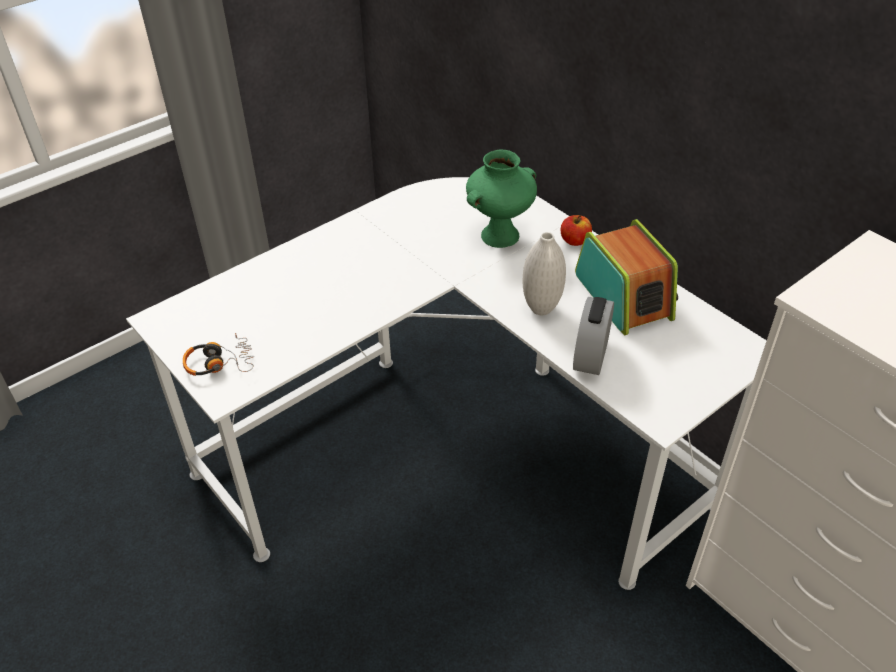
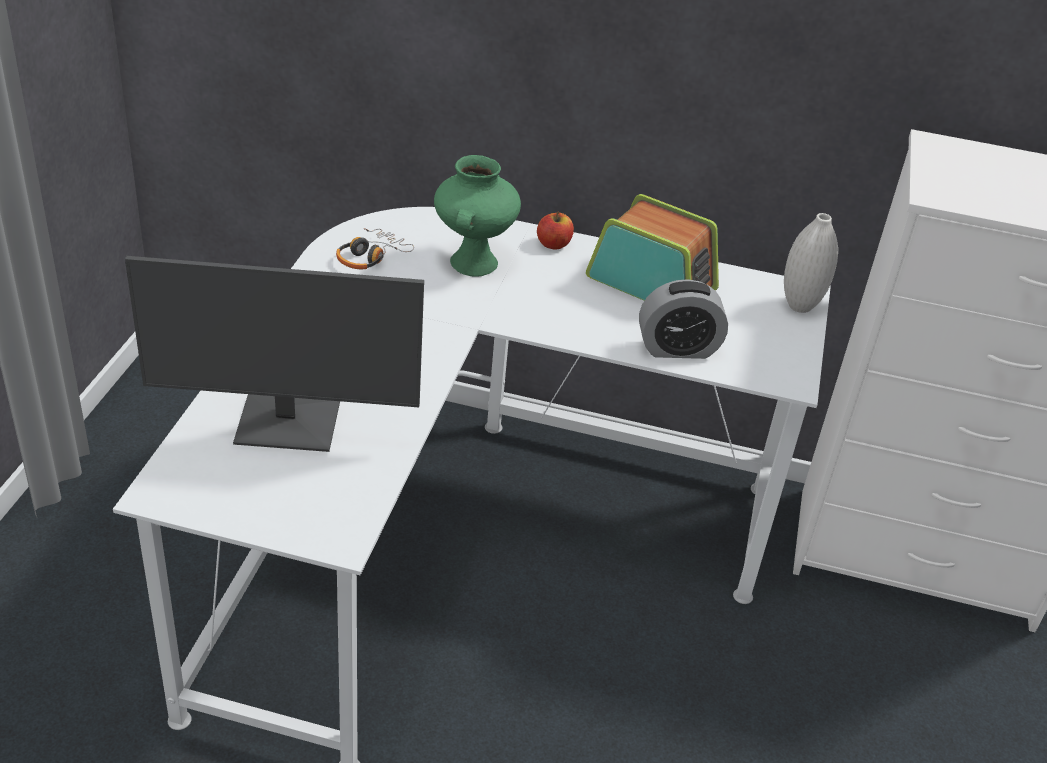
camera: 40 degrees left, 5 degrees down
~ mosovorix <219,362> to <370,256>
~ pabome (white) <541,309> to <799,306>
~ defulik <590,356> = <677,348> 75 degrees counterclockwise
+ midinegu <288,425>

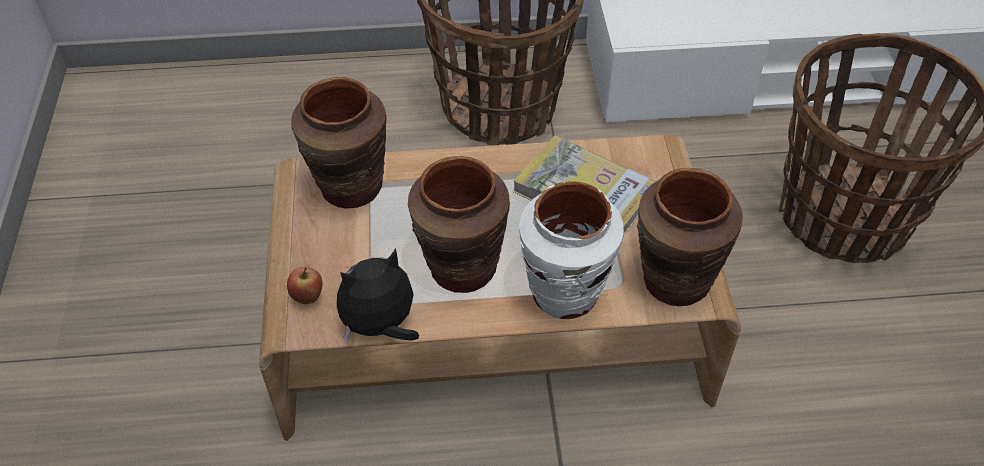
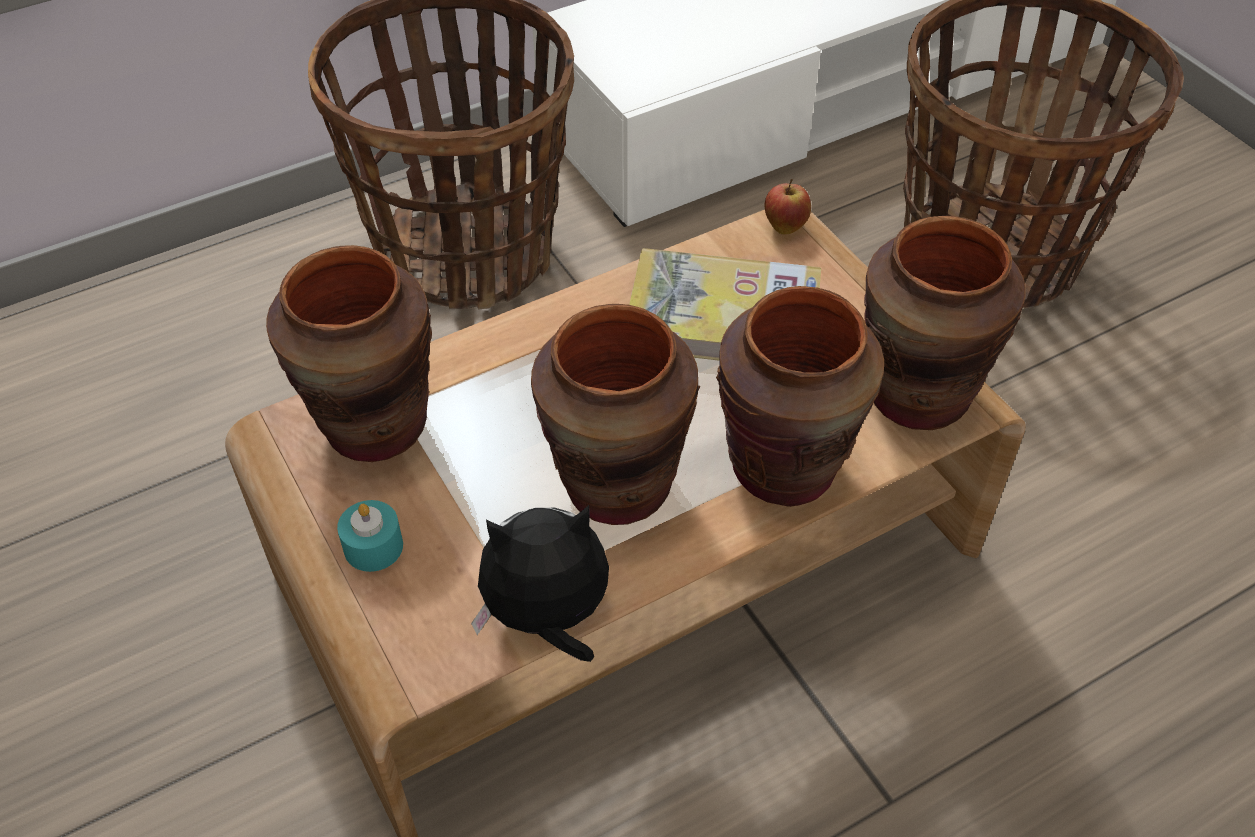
camera: 25 degrees left, 0 degrees up
~ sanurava <308,297> to <784,227>
~ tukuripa <380,326> = <547,618> 45 degrees clockwise
~ pabome (white) <564,294> to pabome (brown) <784,468>
+ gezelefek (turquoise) <373,547>

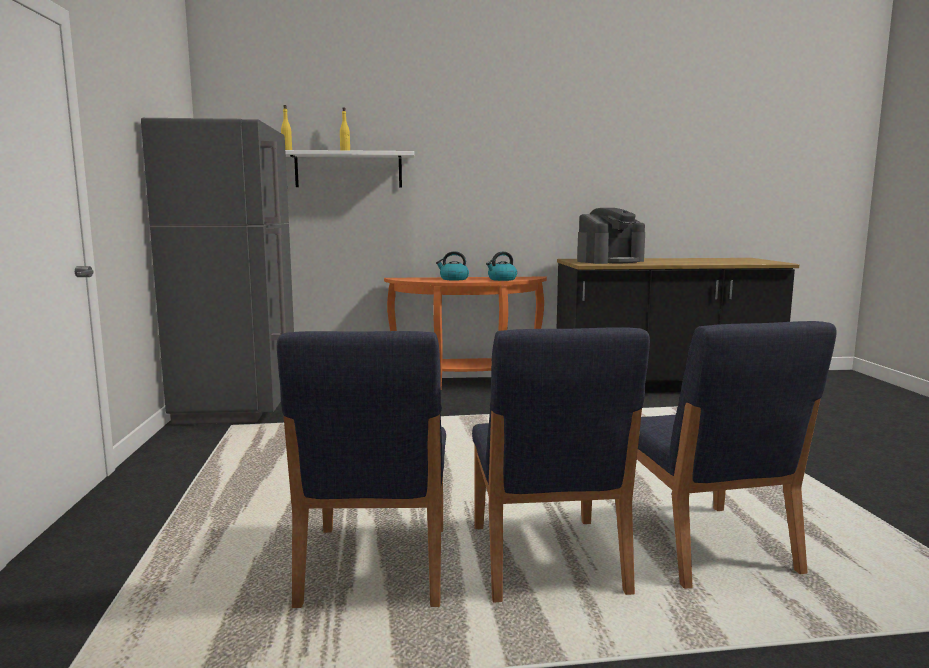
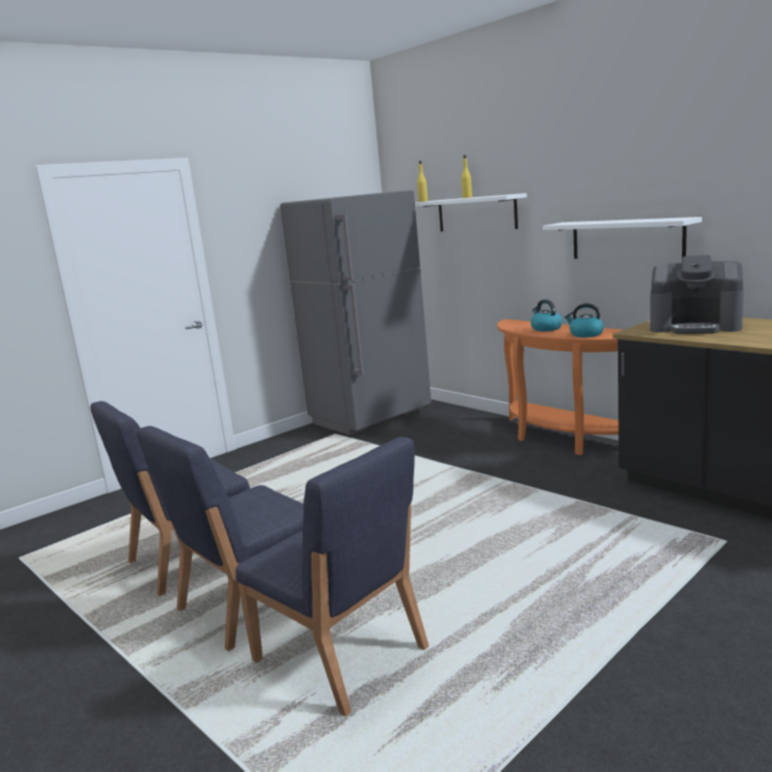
camera: 55 degrees right, 5 degrees up
~ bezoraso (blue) <704,546> = <341,656> 90 degrees counterclockwise
+ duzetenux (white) <626,239>

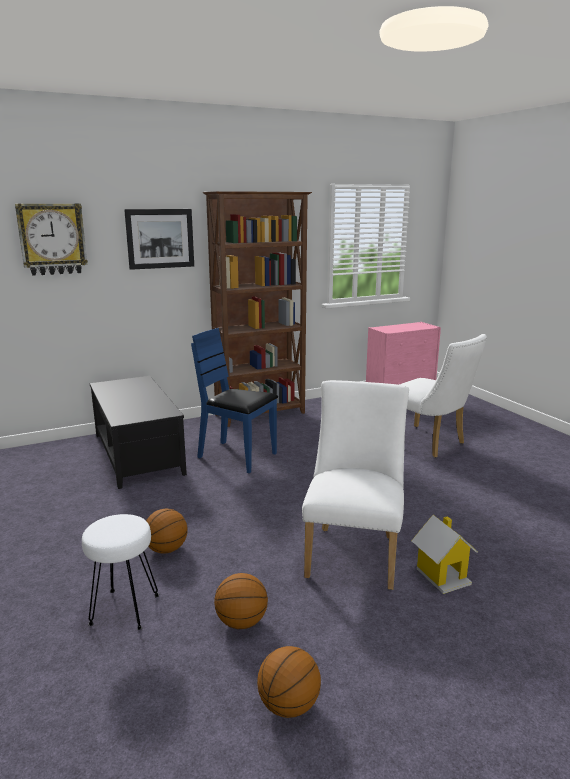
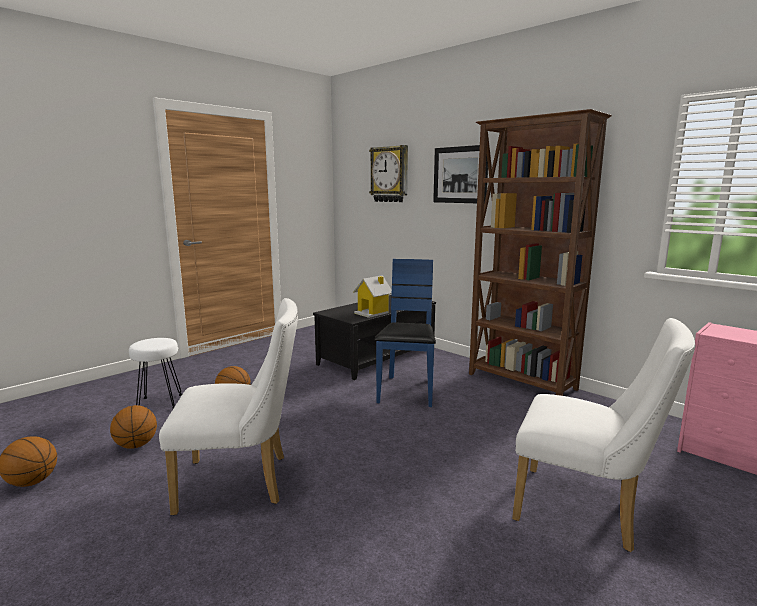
camera: 70 degrees right, 5 degrees down
~ bezoraso (white) <429,443> = <586,511> 90 degrees counterclockwise
~ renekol <442,575> to <373,313>

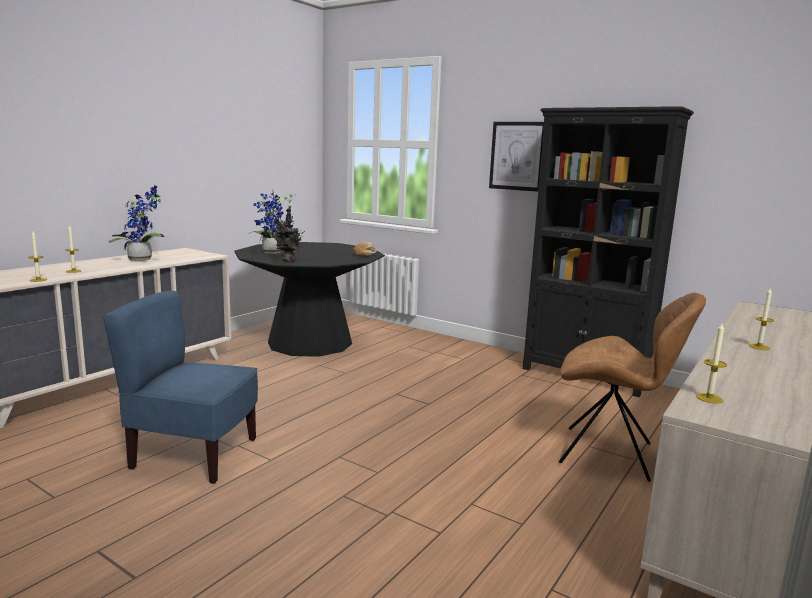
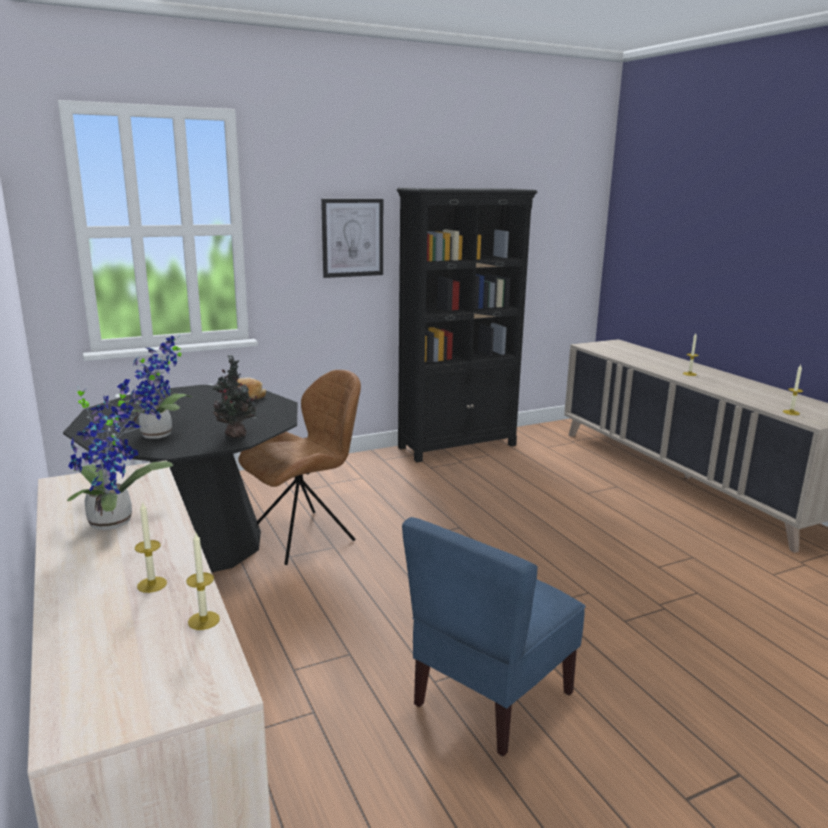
camera: 60 degrees left, 5 degrees up
~ bezoraso (brown) <611,454> to <305,536>

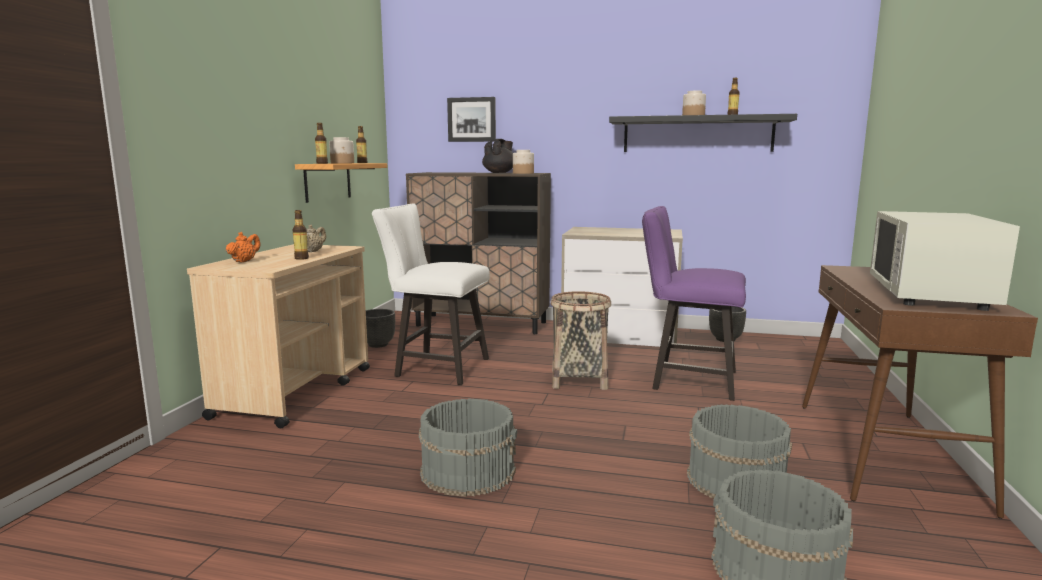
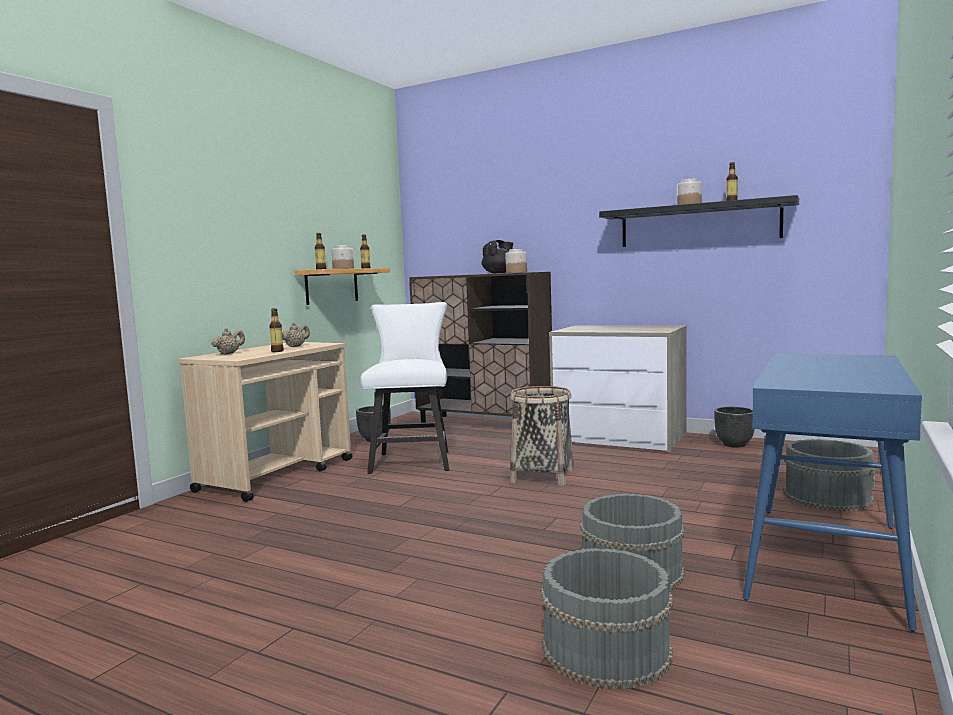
camera: 15 degrees right, 5 degrees down
~ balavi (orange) <244,261> to balavi (beige) <229,353>
~ bezoraso (white) <435,367> = <412,460> 60 degrees clockwise
~ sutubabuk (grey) <468,471> to <827,497>
- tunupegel <472,119>
- bezoraso (purple) <687,380>
~ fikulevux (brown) <885,453> to fikulevux (blue) <827,560>
- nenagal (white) <930,294>

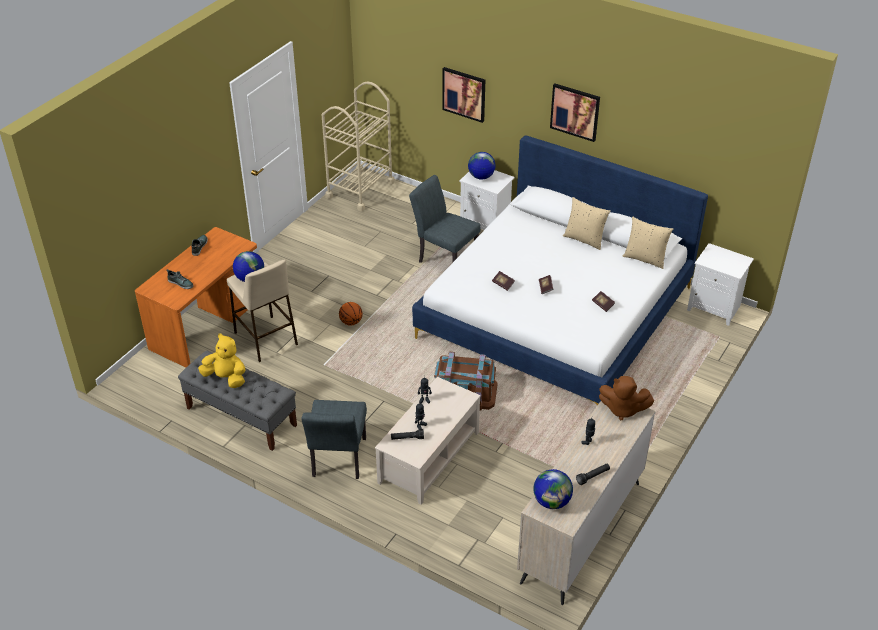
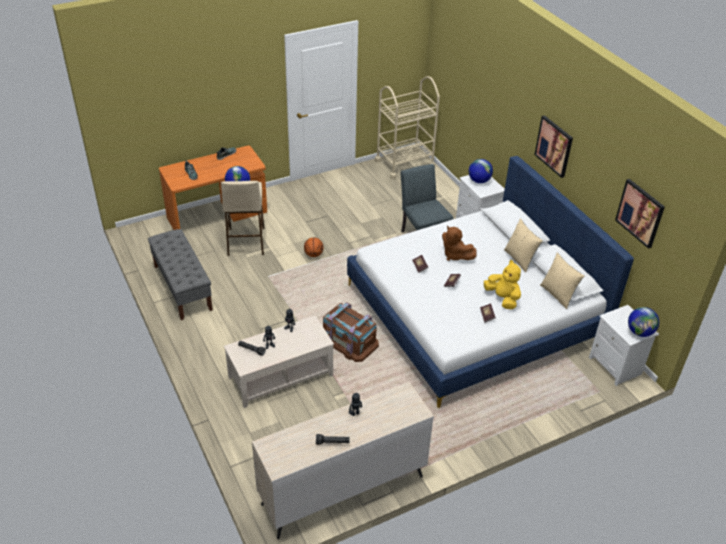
camera: 30 degrees right, 0 degrees up
~ tukuripa (yellow) <226,378> to <502,298>
- bezoraso (grey) <338,461>
~ tunupegel <464,94> to <640,213>
~ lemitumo <552,501> to <640,332>
~ tukuripa (brown) <622,409> to <455,255>

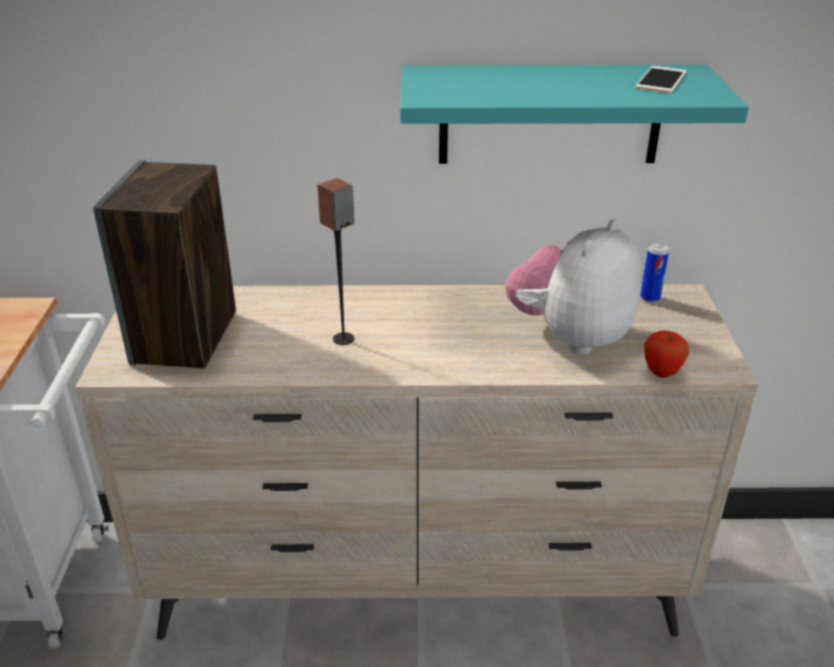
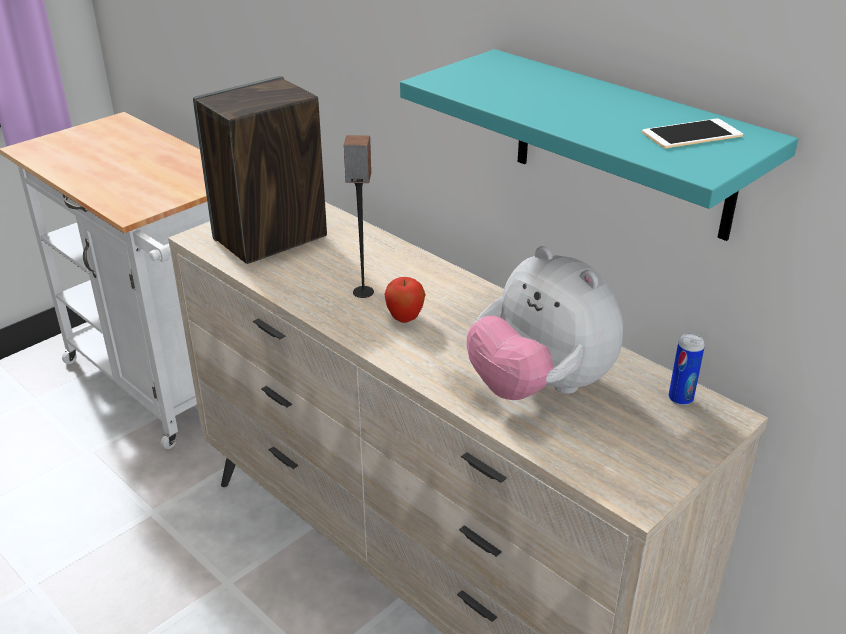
camera: 45 degrees right, 0 degrees up
~ tukuripa <570,336> = <540,387> 120 degrees counterclockwise
~ sanurava <661,373> to <405,318>

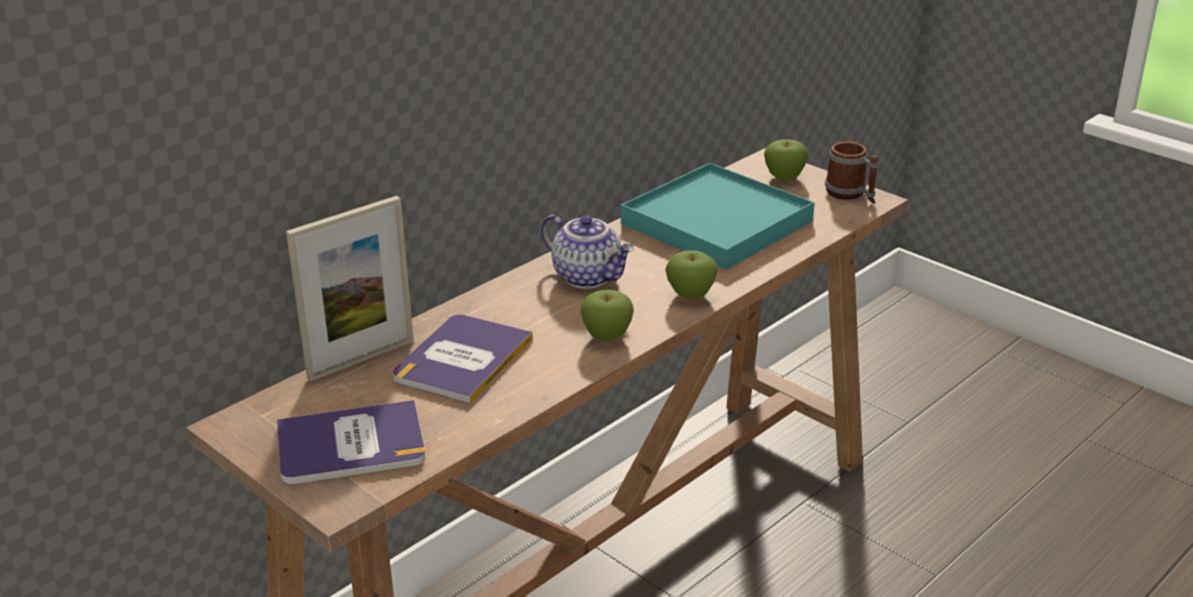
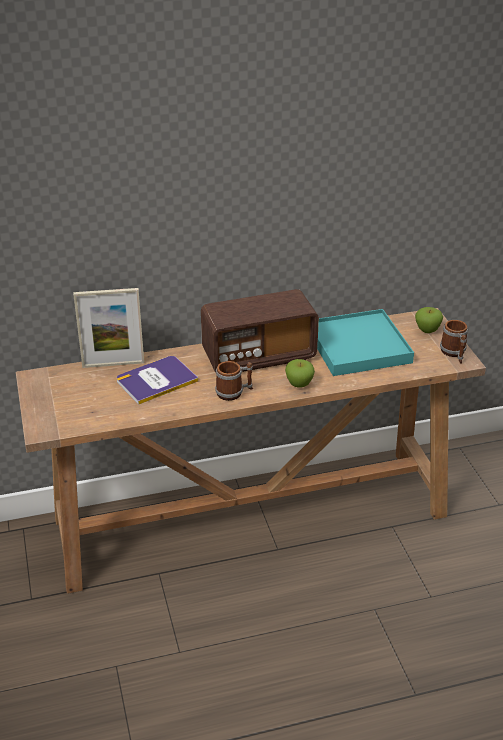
camera: 30 degrees right, 5 degrees up
- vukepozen <351,445>
~ balavi <589,277> to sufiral <259,356>
~ sanurava <607,336> to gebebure <234,392>

